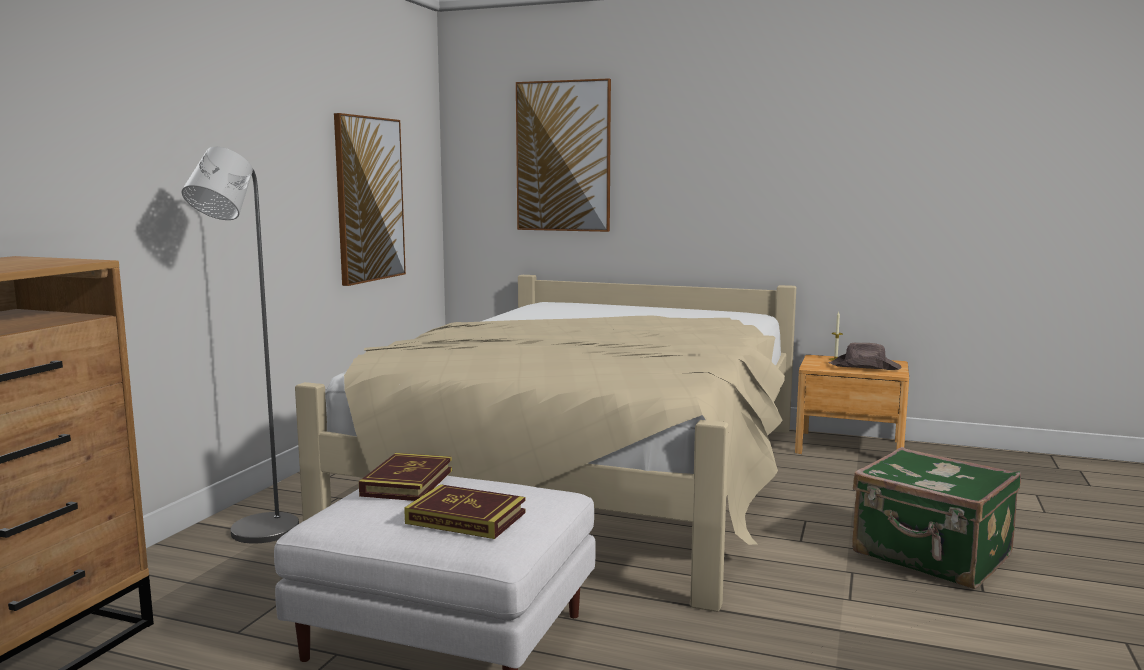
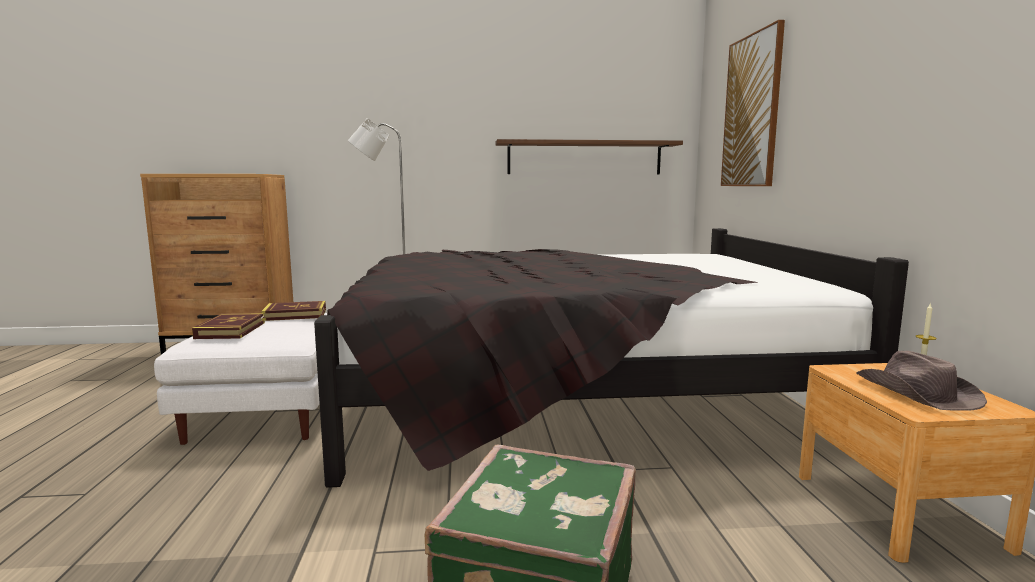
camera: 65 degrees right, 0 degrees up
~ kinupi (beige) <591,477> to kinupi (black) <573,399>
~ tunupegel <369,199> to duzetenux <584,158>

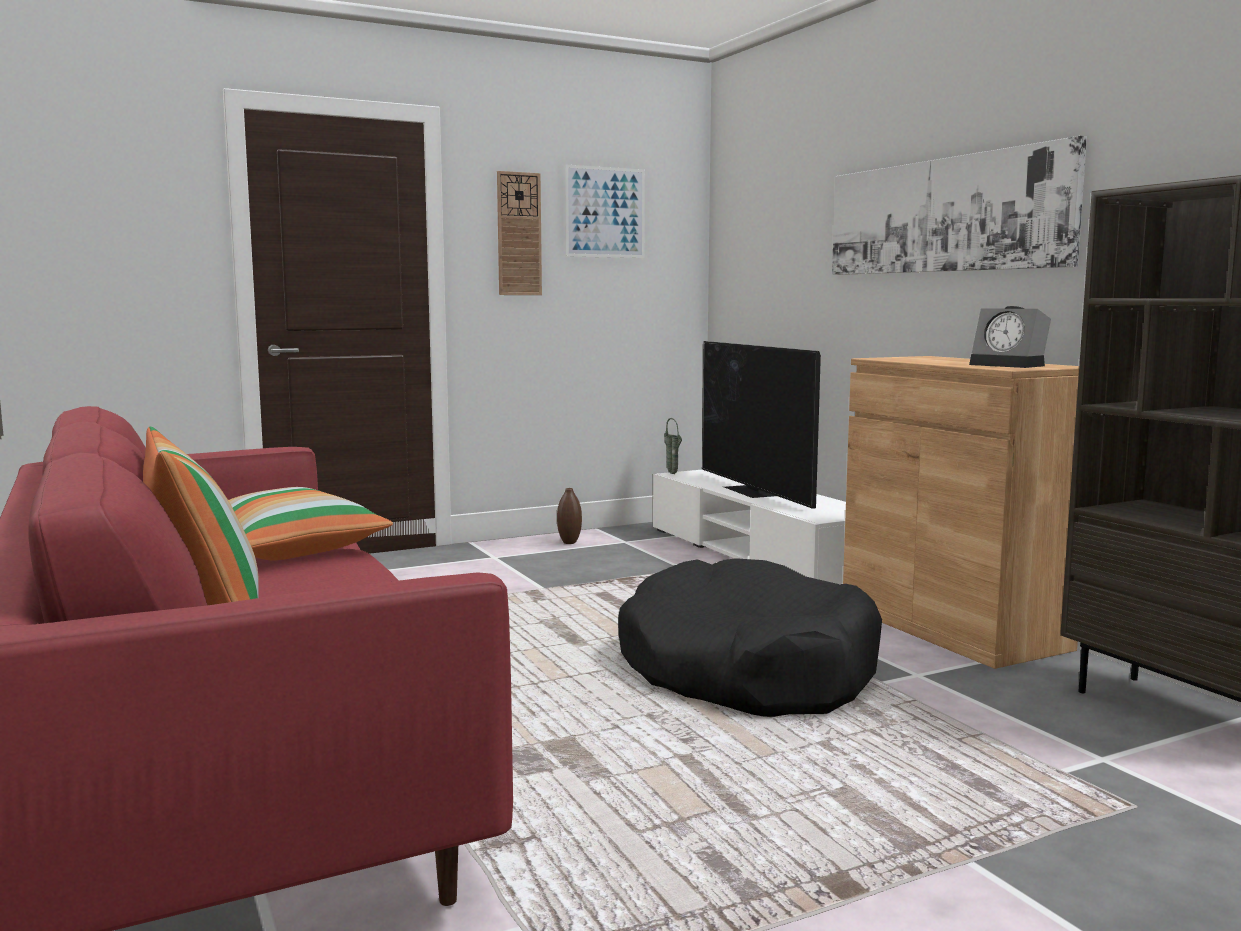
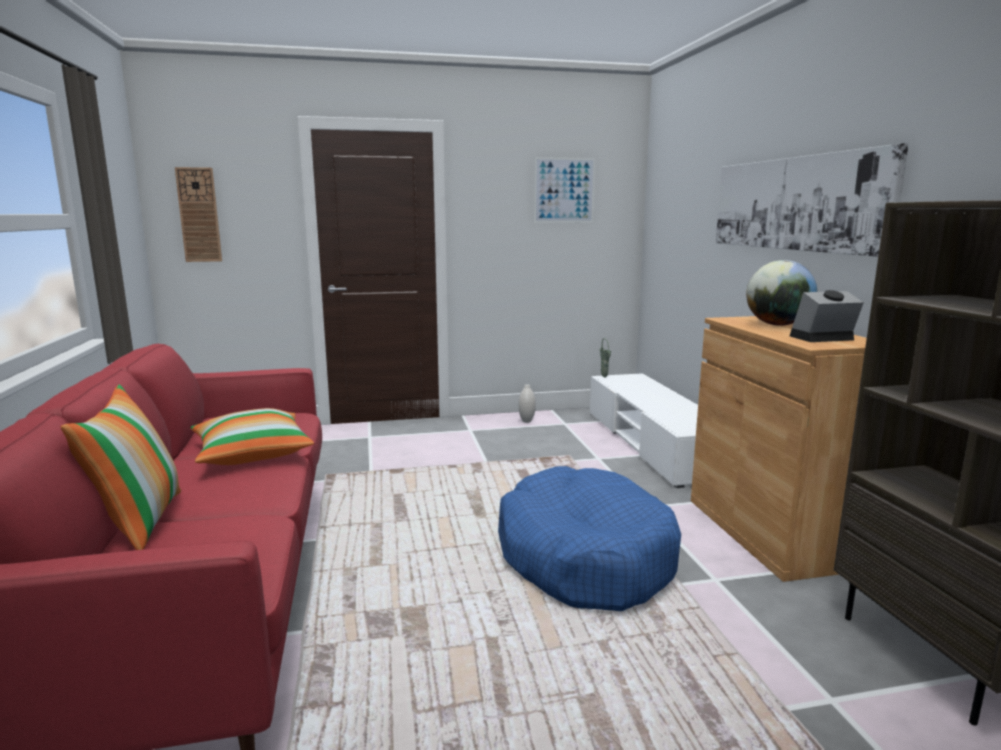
camera: 15 degrees right, 5 degrees up
~ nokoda <519,234> to <199,215>
~ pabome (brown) <569,542> to pabome (white) <526,421>
~ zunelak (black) <746,671> to zunelak (blue) <584,557>
- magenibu <753,491>
~ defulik <1010,365> = <821,338> 105 degrees clockwise
+ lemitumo <777,325>

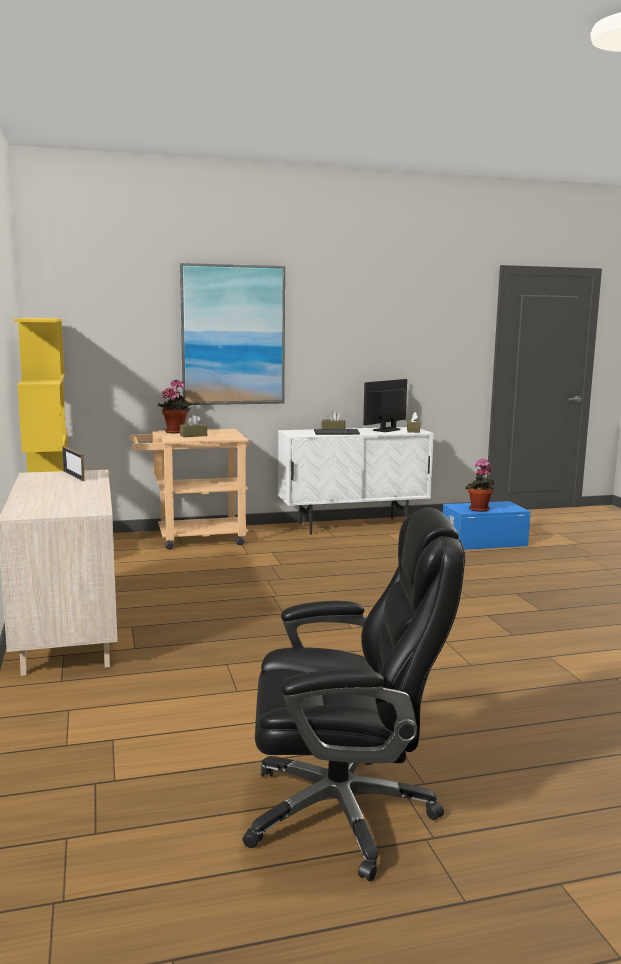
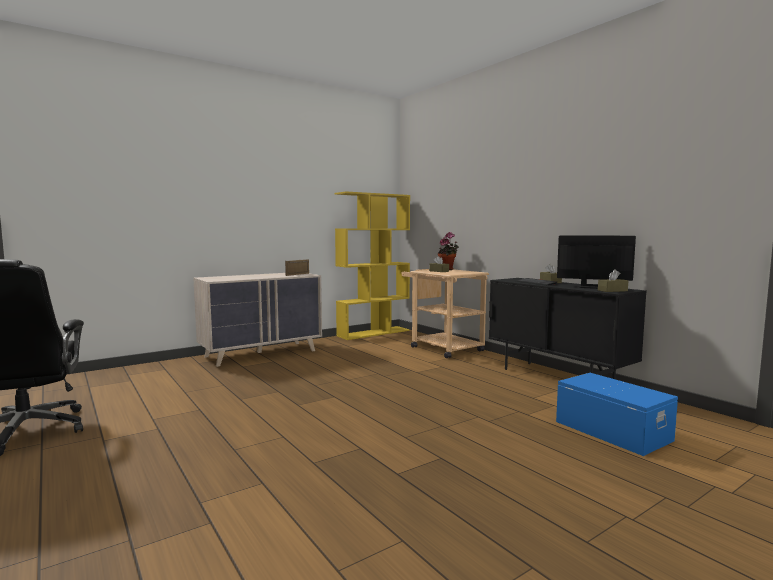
camera: 70 degrees right, 5 degrees down
- tunupegel <233,335>
~ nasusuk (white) <353,526> to nasusuk (black) <557,378>
- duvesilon <479,510>

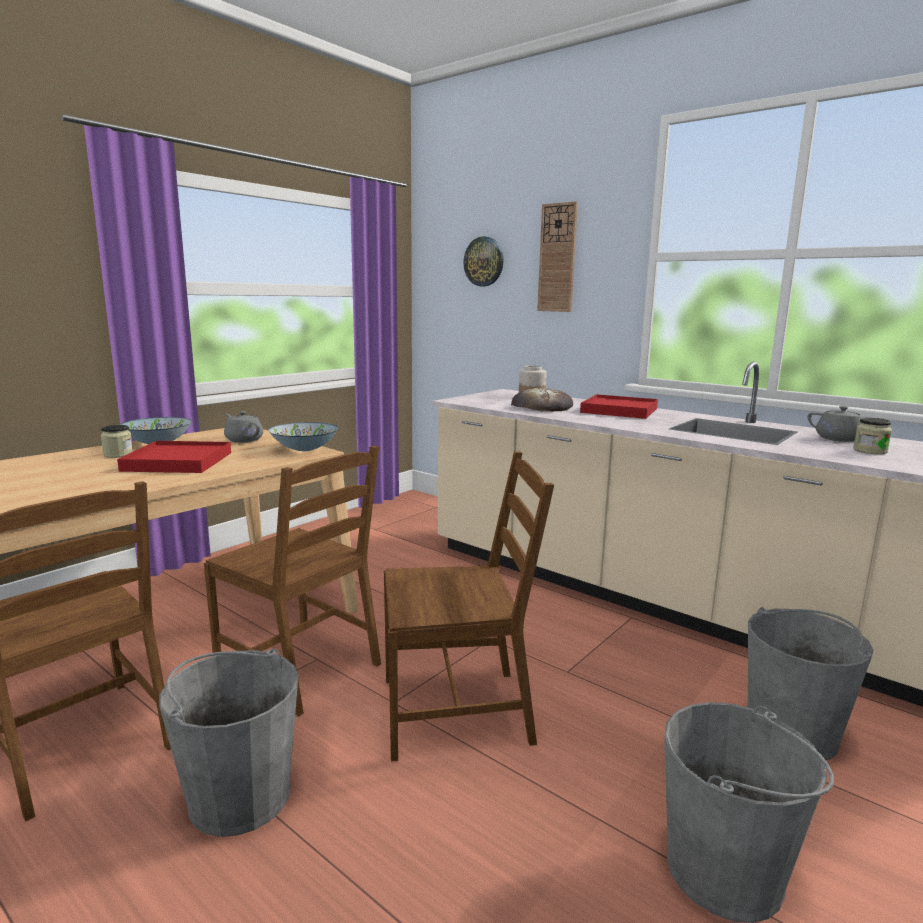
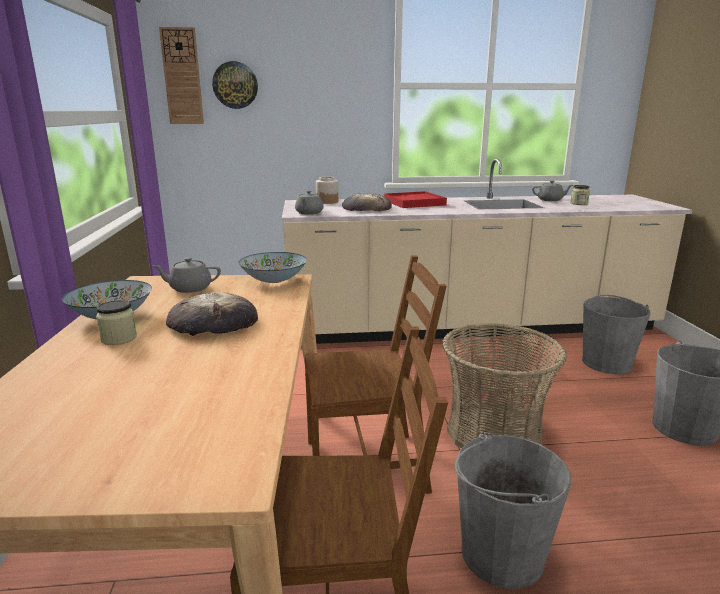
camera: 45 degrees left, 5 degrees up
~ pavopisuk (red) <178,462> to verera <213,323>
~ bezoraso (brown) <457,710> to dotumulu <494,433>
~ nokoda <557,258> to <182,77>
+ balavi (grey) <309,213>

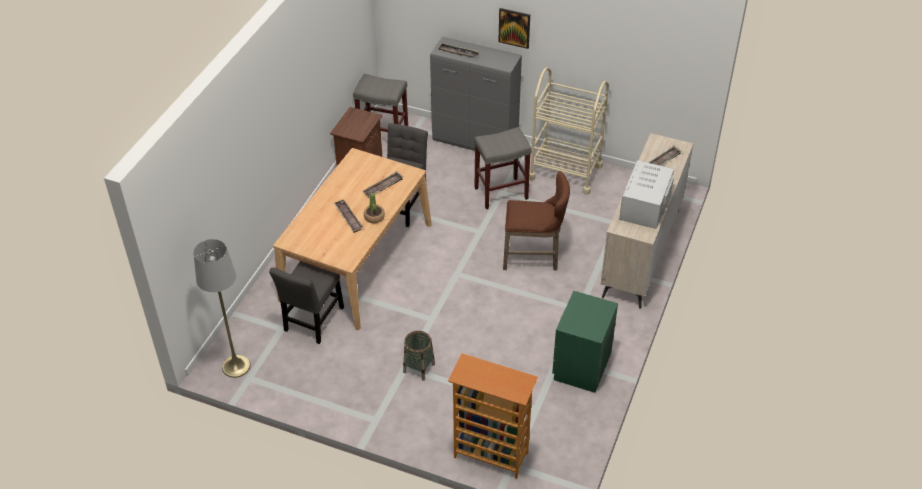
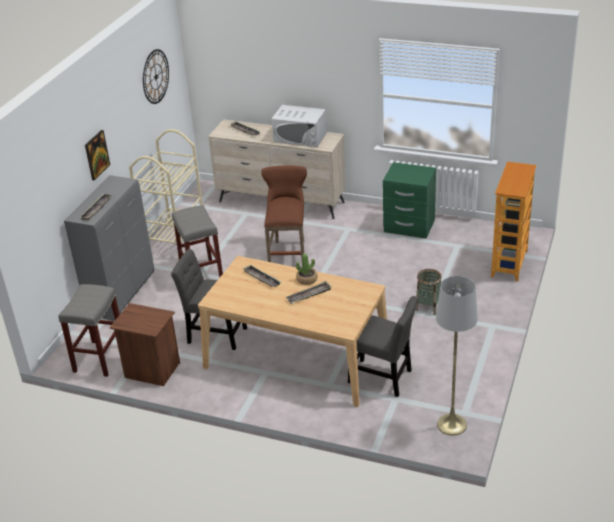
camera: 90 degrees left, 10 degrees down
+ nokoda <155,76>

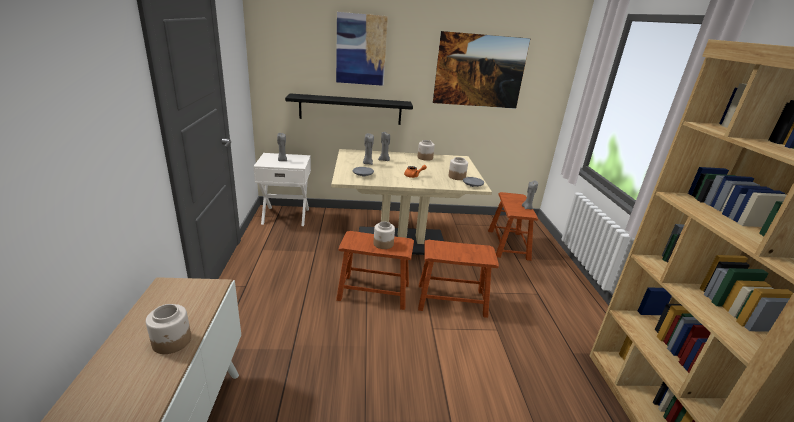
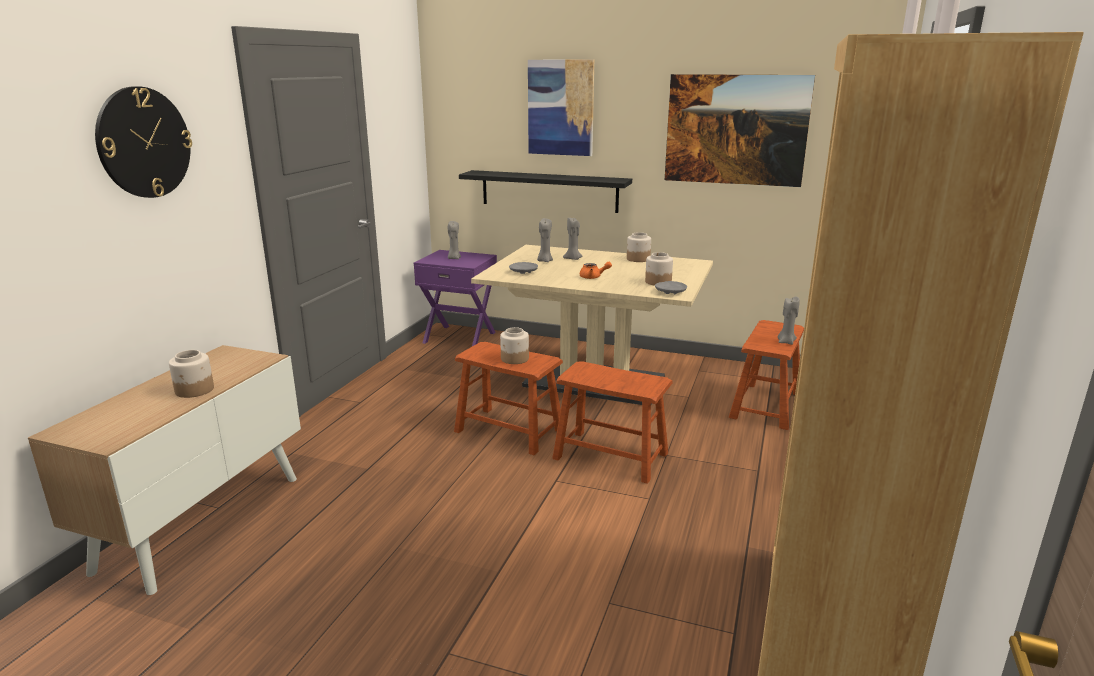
camera: 25 degrees right, 5 degrees down
~ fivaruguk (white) <286,216> to fivaruguk (purple) <460,337>
+ nokoda <144,143>

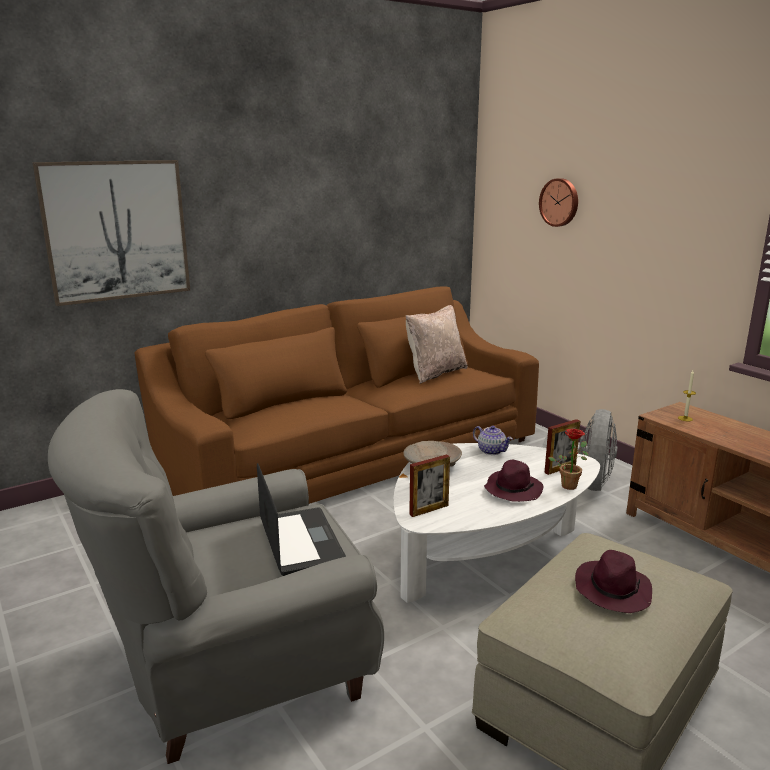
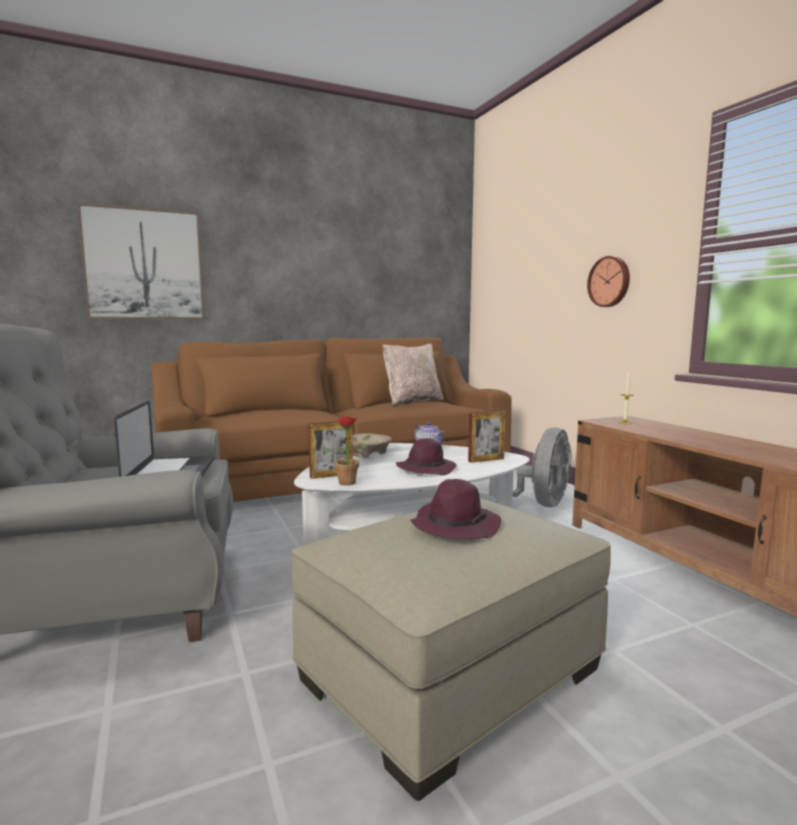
camera: 10 degrees right, 10 degrees down
~ nokoda <560,202> to <610,281>
~ duvesilon <569,484> to <349,482>

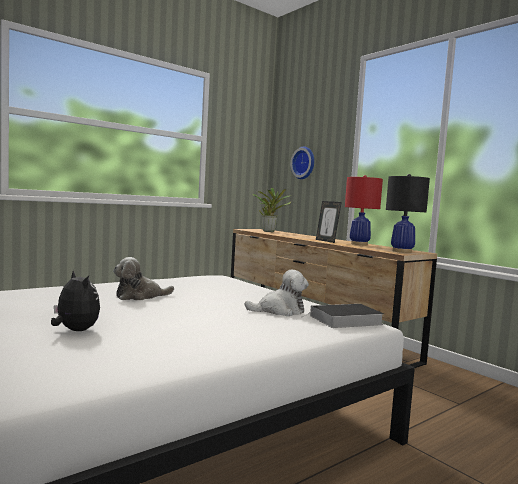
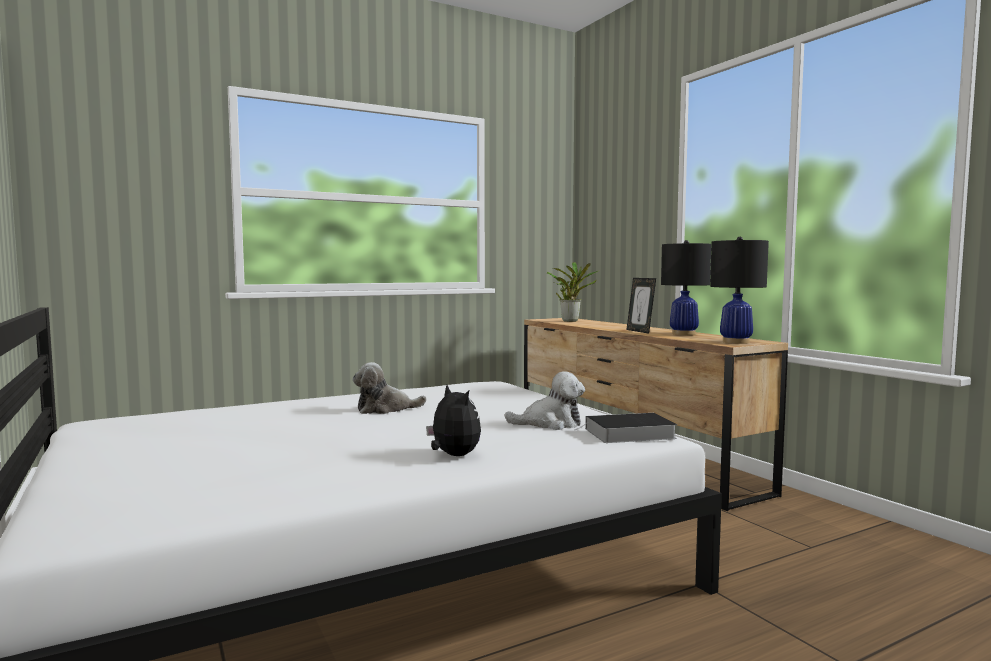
camera: 10 degrees right, 0 degrees up
~ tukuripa <75,331> to <453,455>
- nokoda <304,163>
~ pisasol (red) <359,244> to pisasol (black) <684,334>

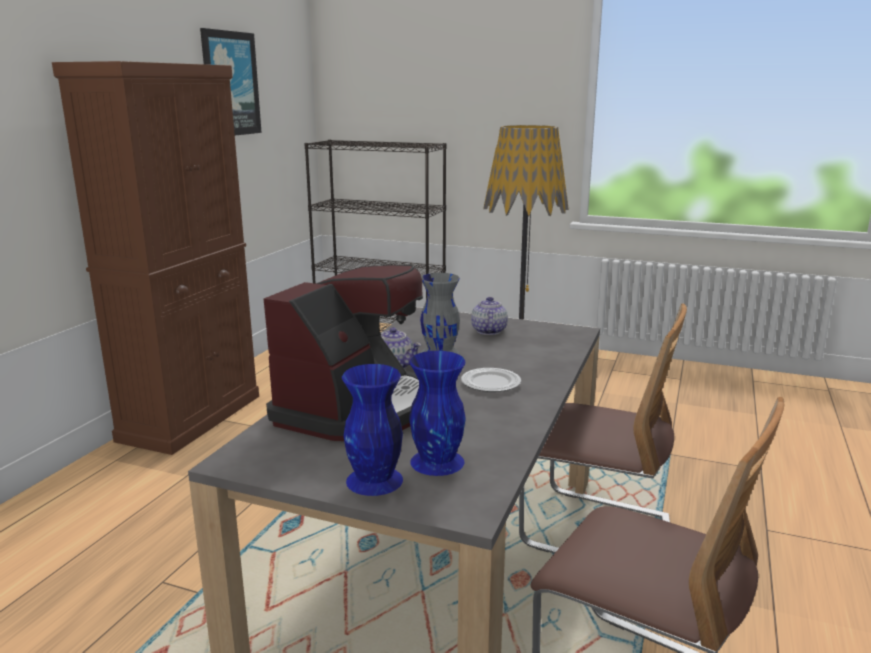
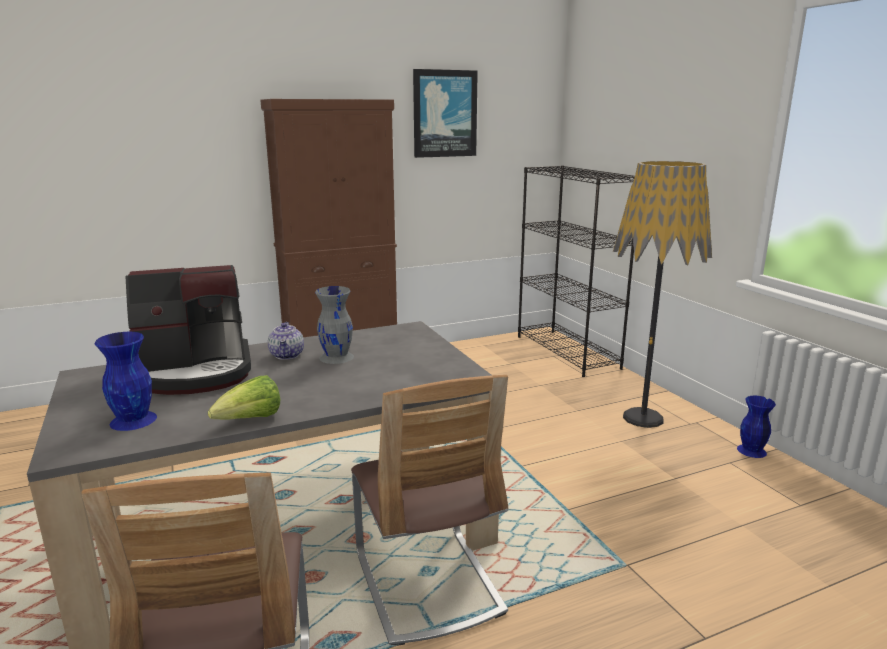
camera: 45 degrees right, 0 degrees up
~ pabome (blue) <374,481> to <751,451>
- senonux <490,383>
- balavi <488,331>
+ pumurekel <250,420>

